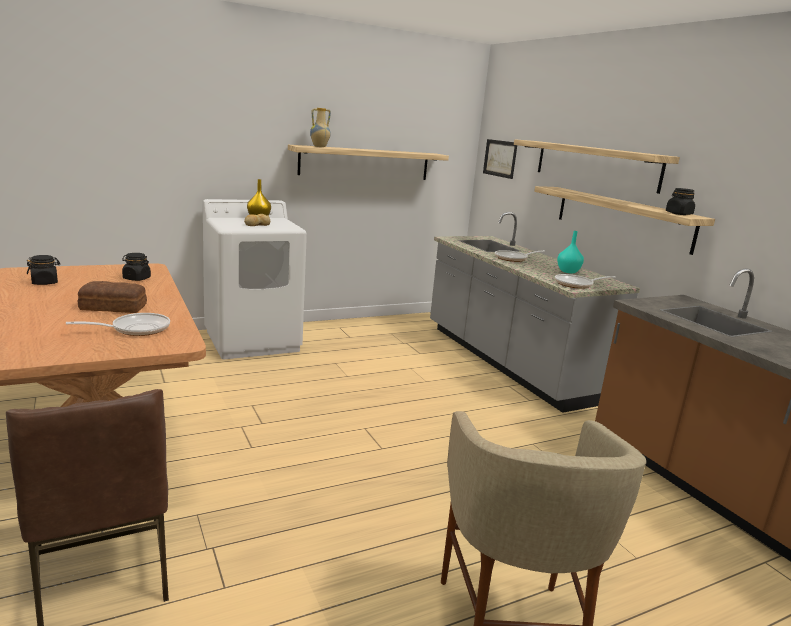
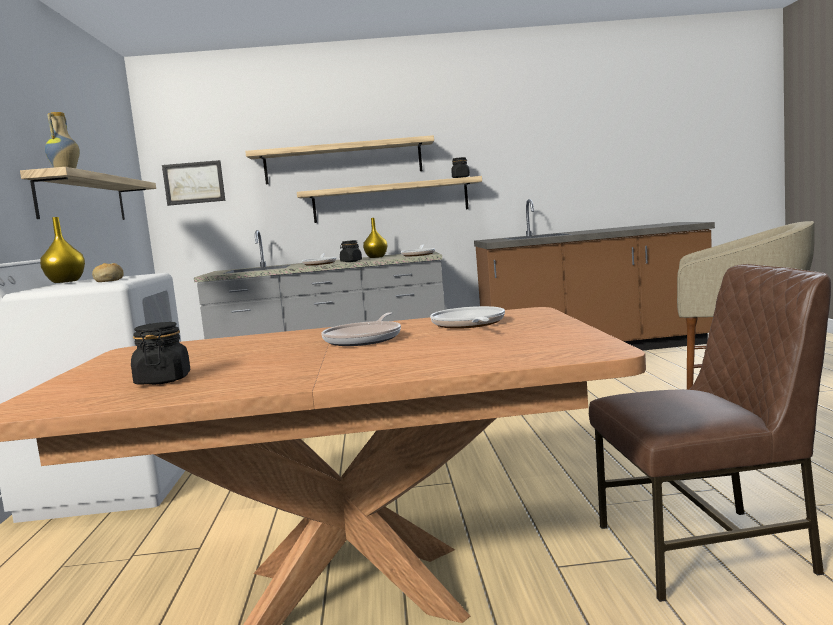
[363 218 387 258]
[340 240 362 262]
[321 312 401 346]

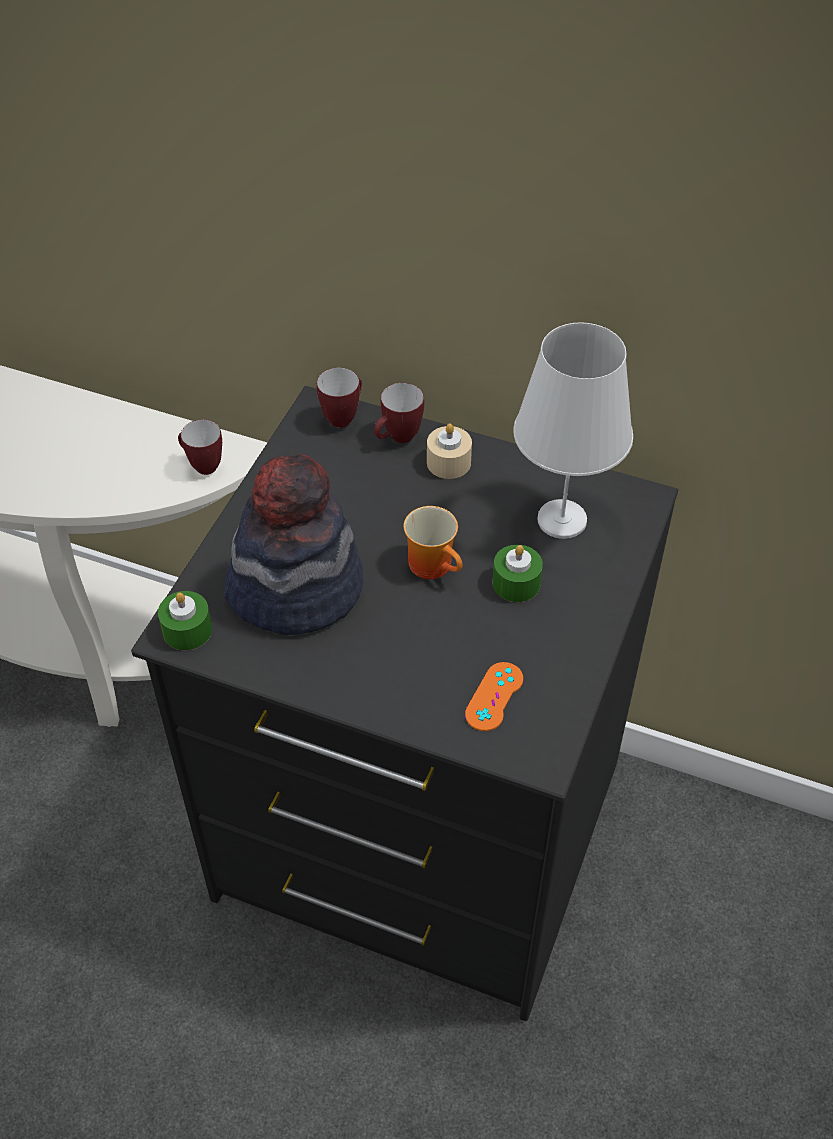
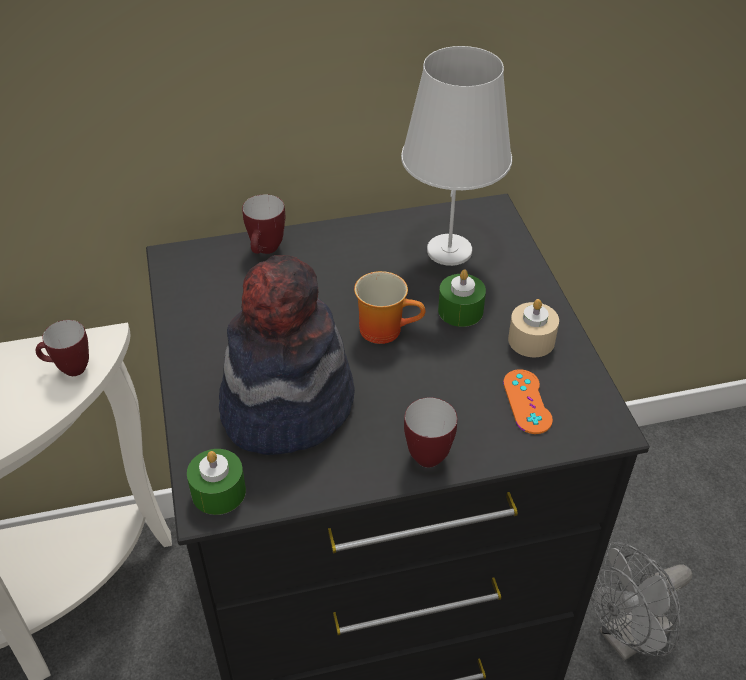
[404 397 457 468]
[508 299 559 357]
[591 542 692 661]

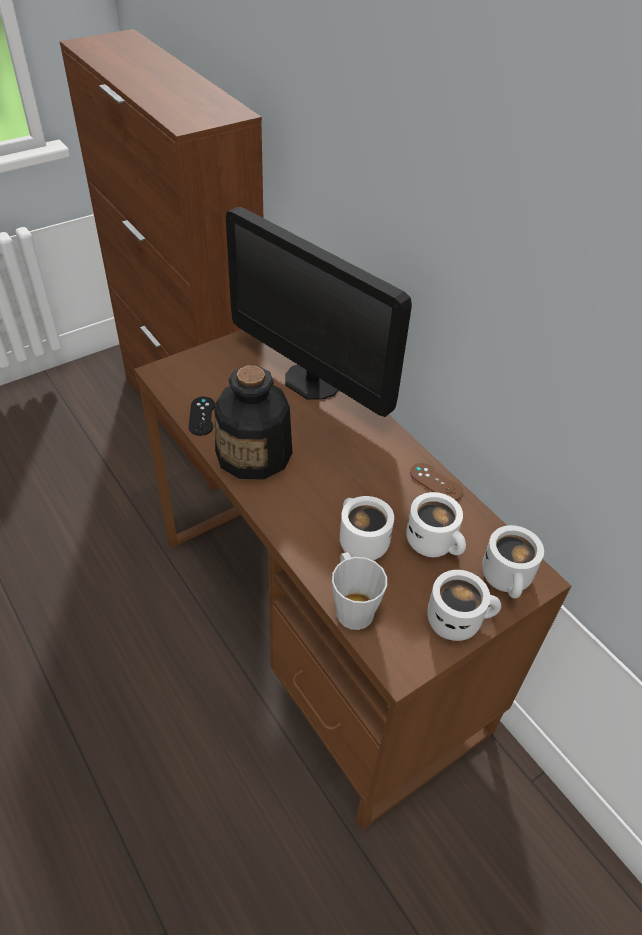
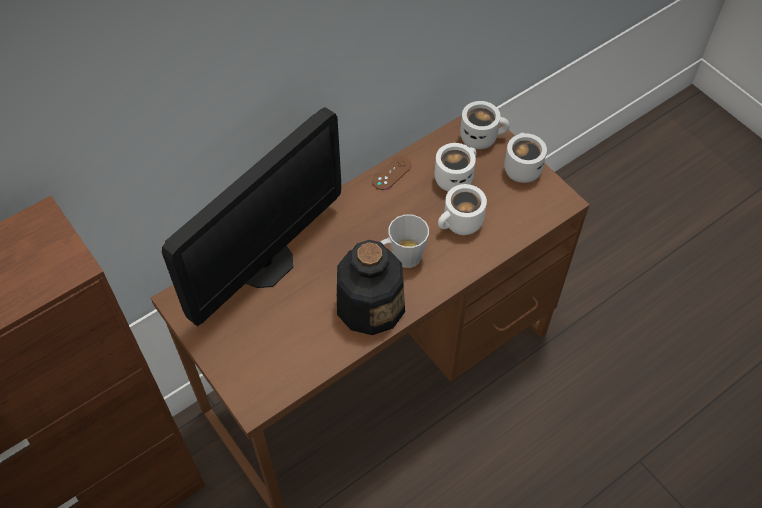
[189 397 215 436] (first image)
[380 214 429 268]

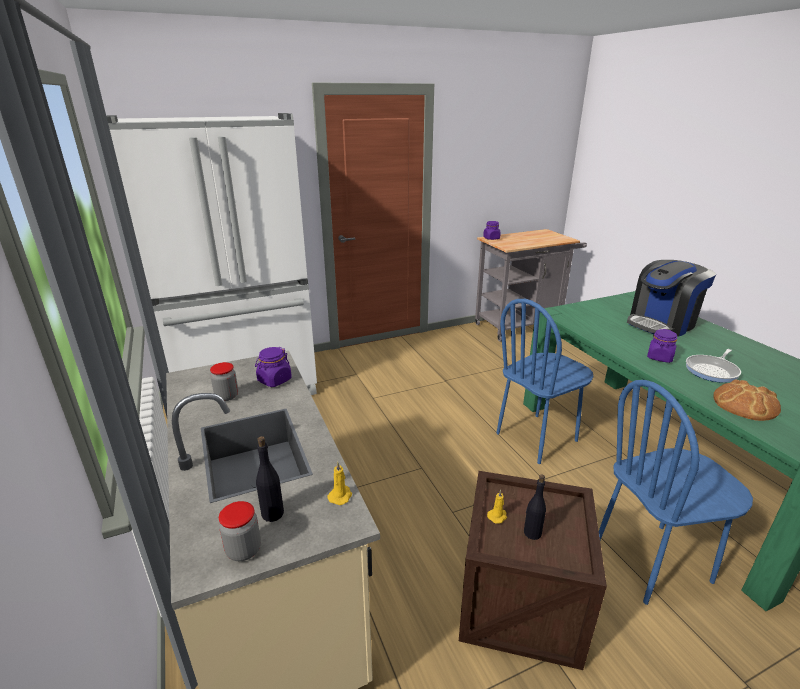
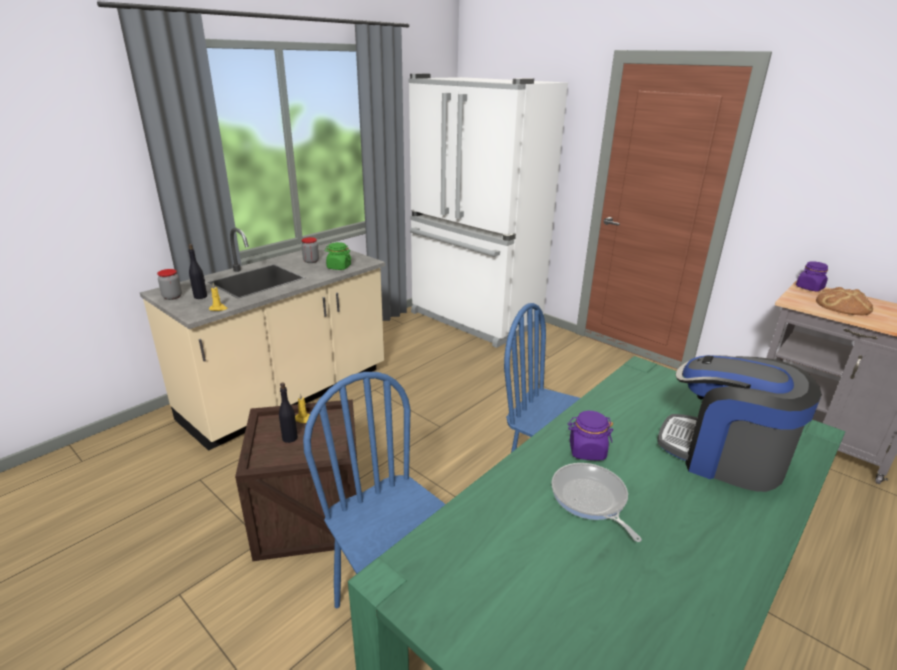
[324 242 351 270]
[551 463 642 542]
[816 287 873 315]

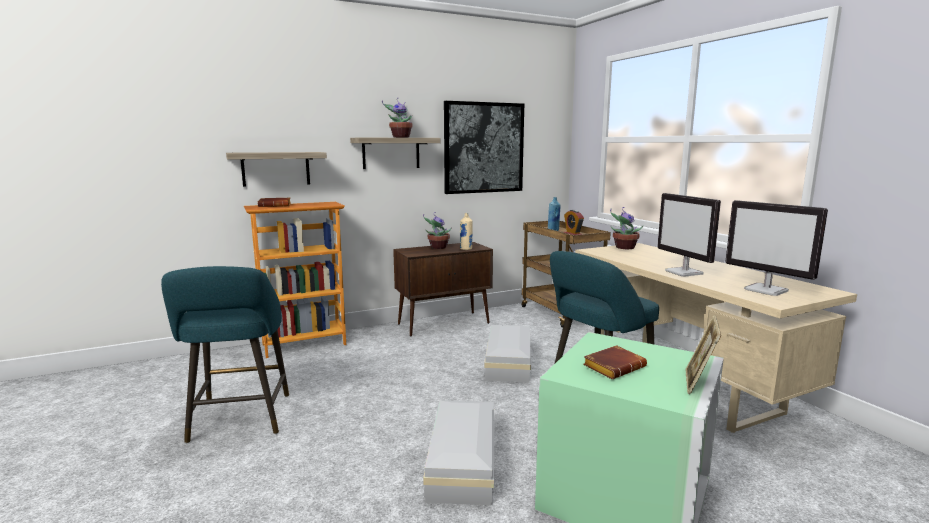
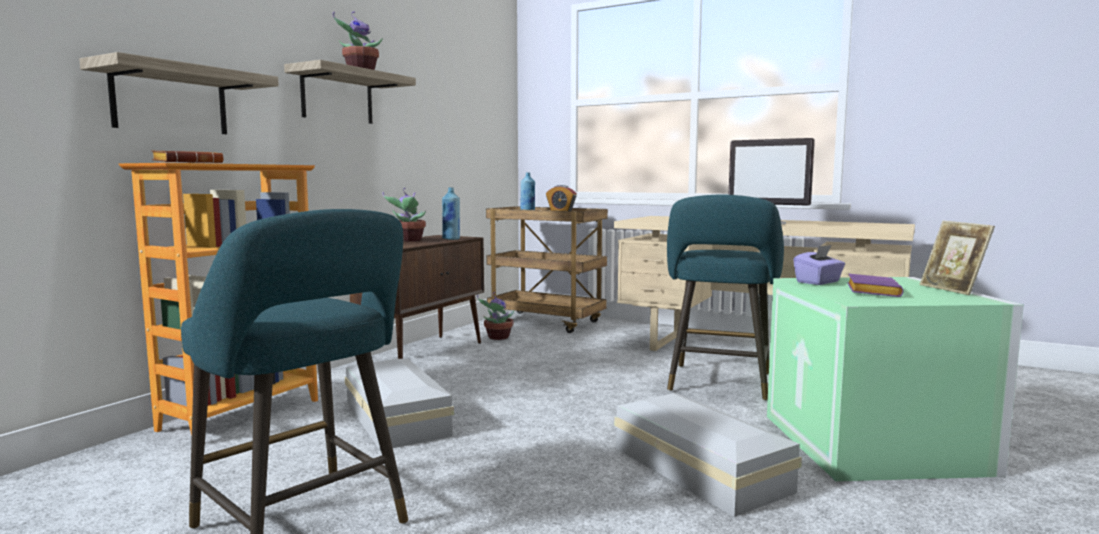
[444 101 524 194] (first image)
[725 200 828 296] (first image)
[477 292 514 340]
[442 187 460 240]
[345 359 454 451]
[847 274 903 297]
[793 245 845 285]

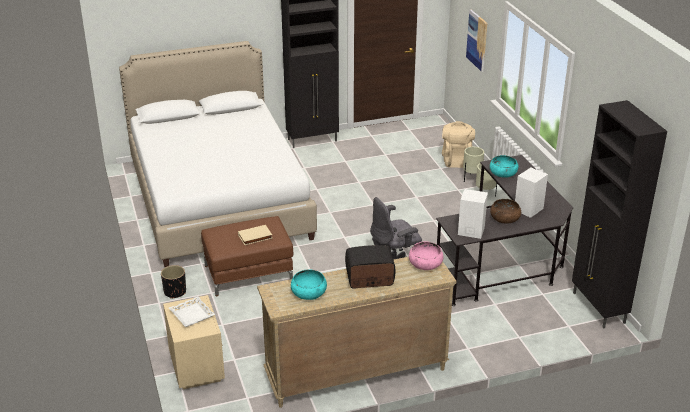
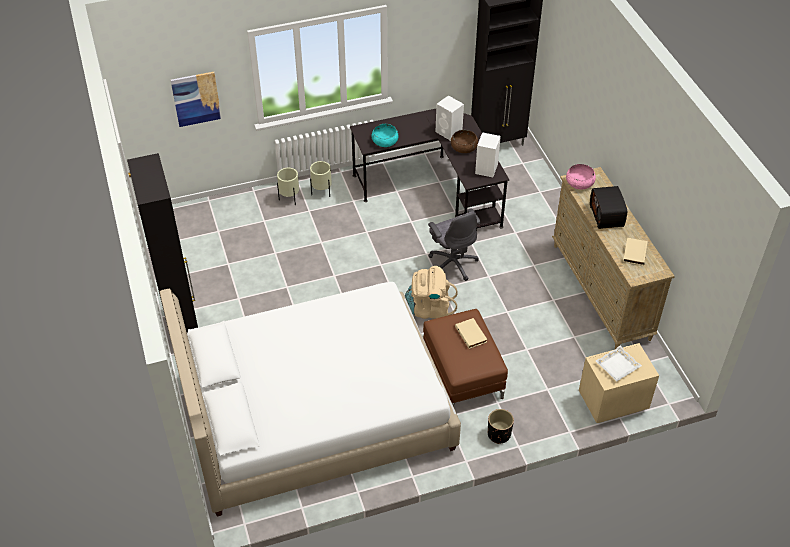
[405 266 458 319]
[623 238 648 266]

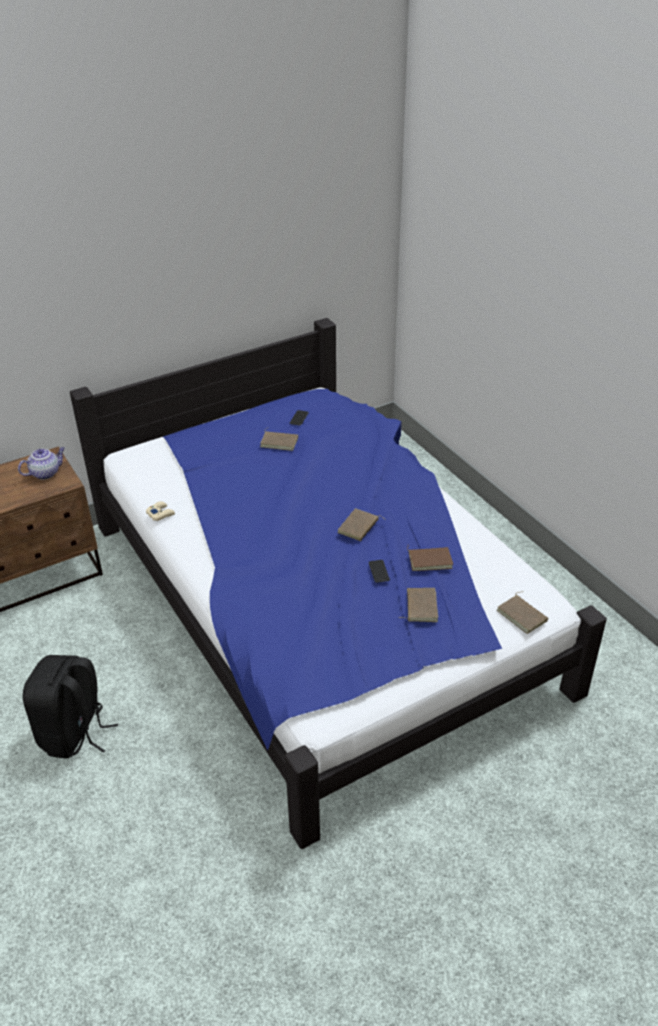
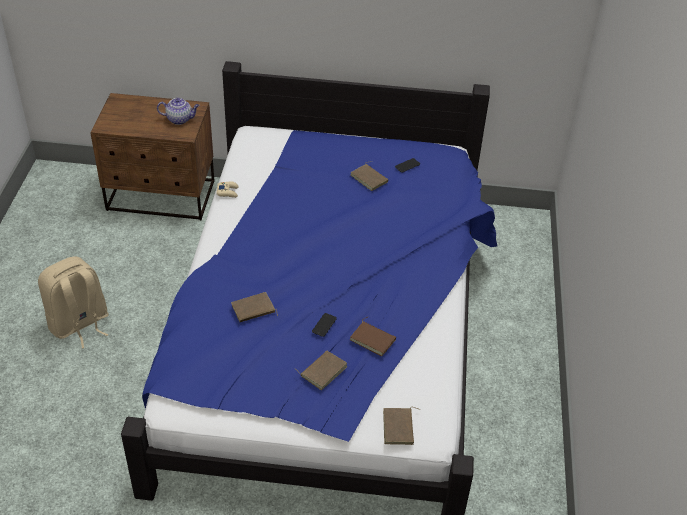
[231 292 278 322]
[38 256 109 349]

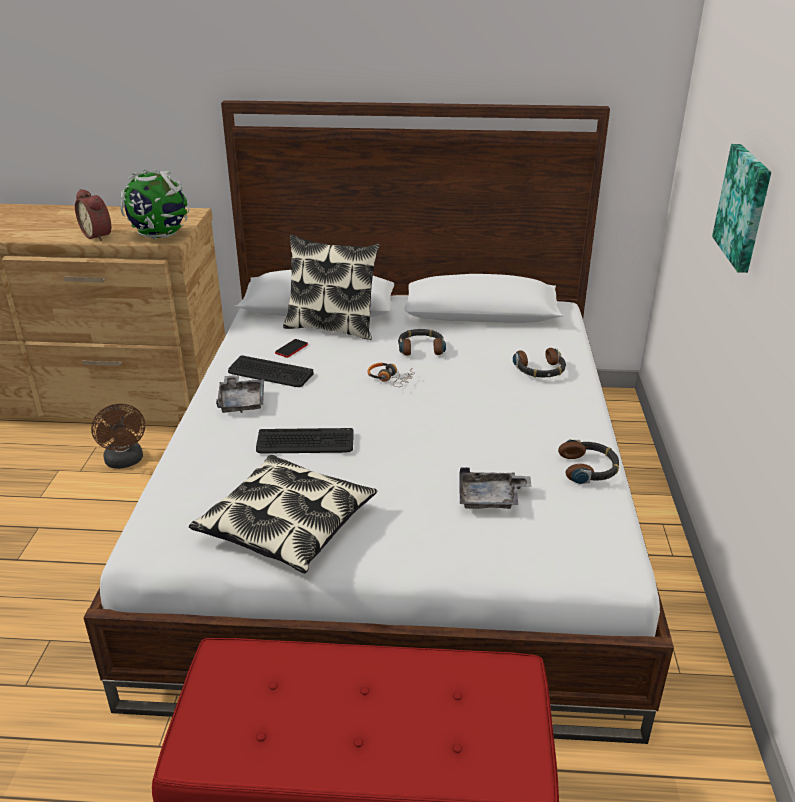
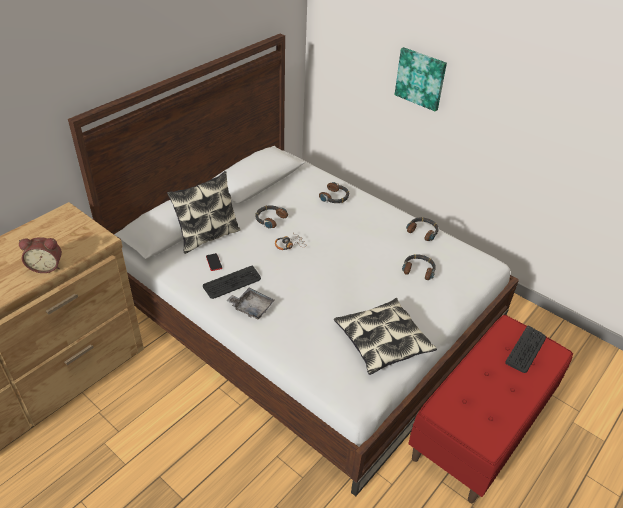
[120 169 190 239] (first image)
[91 404 145 469] (first image)
[505 326 546 373]
[402 254 436 280]

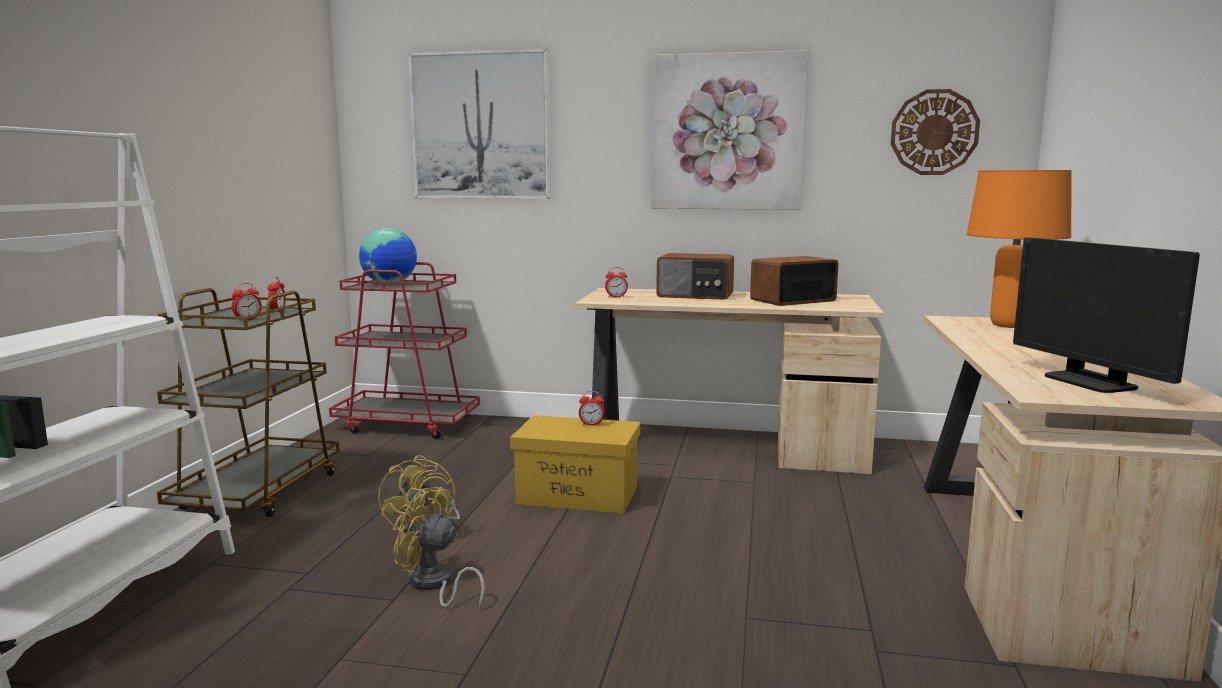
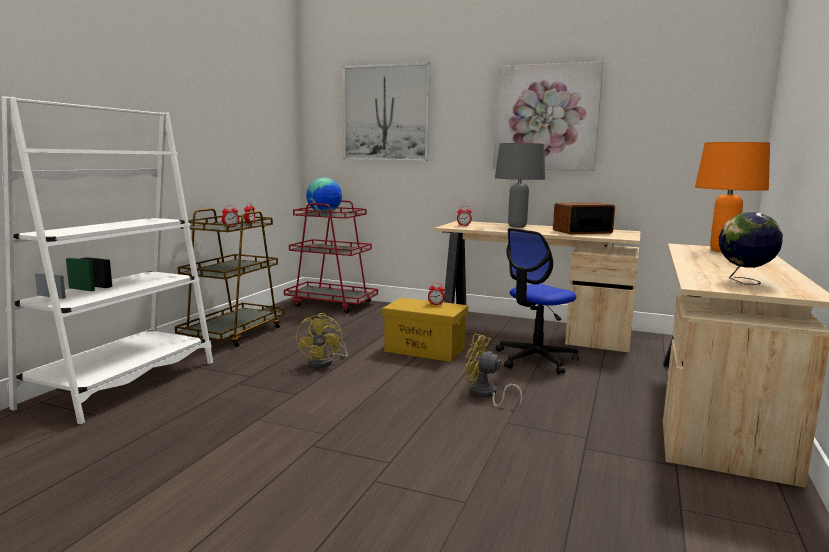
[891 89 980 175] (first image)
[719 212 783 285]
[495 143 545 228]
[464 334 523 410]
[496 228 579 374]

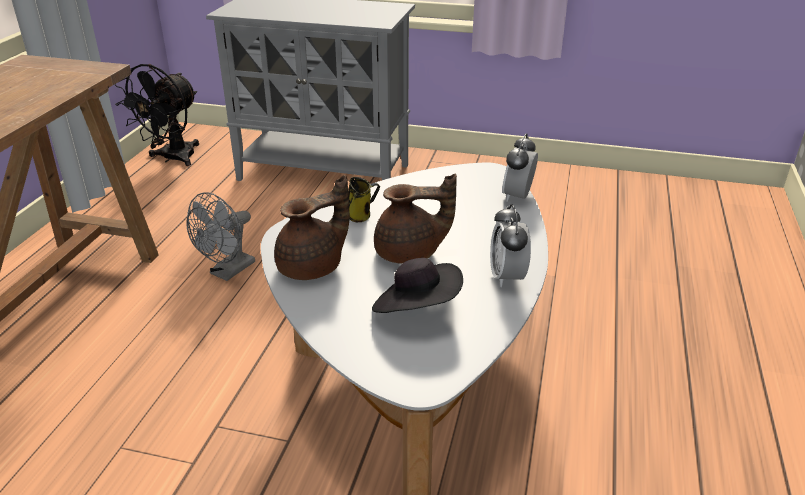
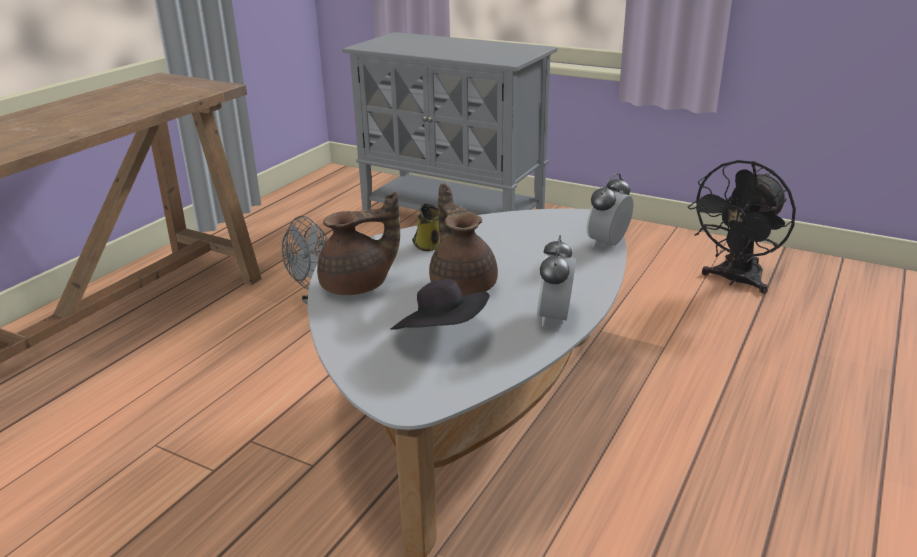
[688 160 796 294]
[429 183 498 296]

